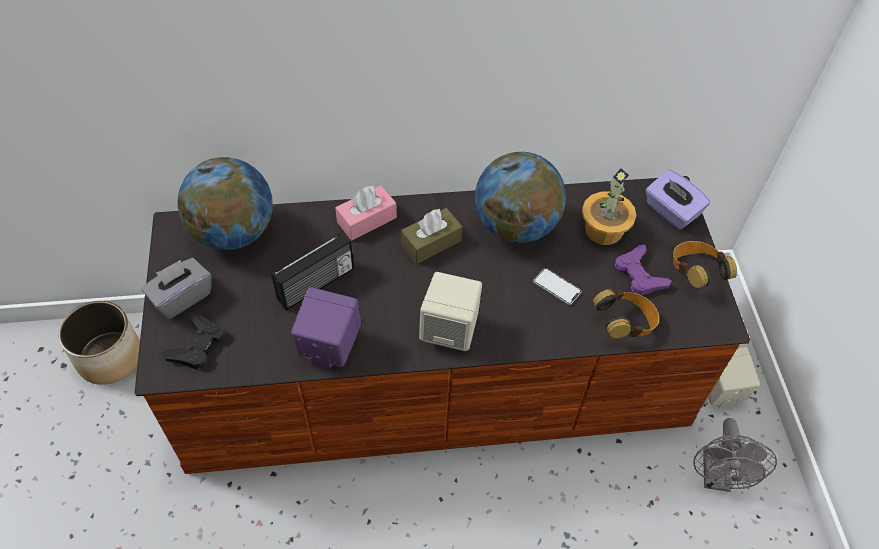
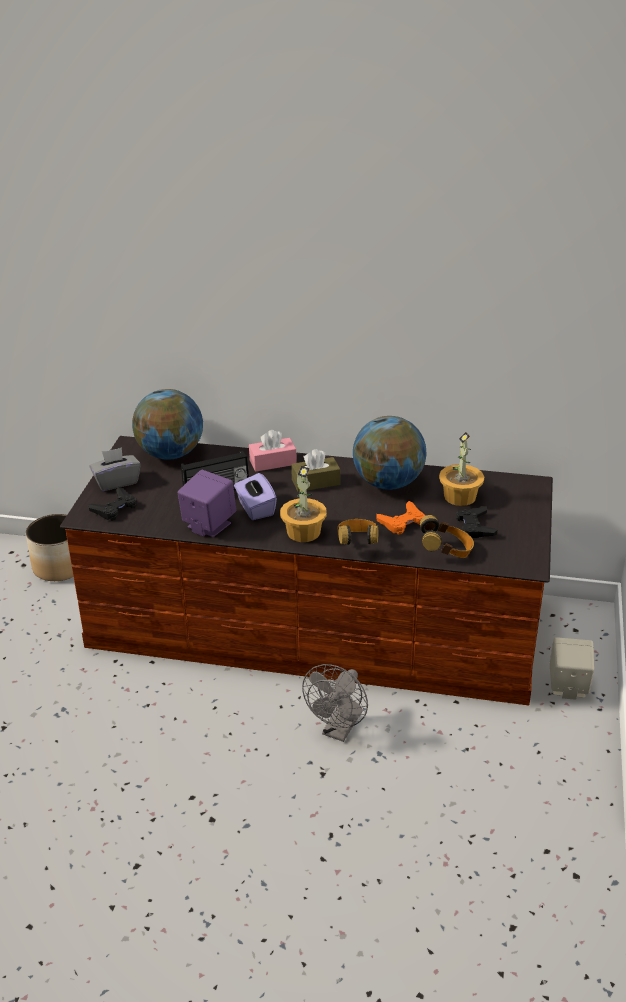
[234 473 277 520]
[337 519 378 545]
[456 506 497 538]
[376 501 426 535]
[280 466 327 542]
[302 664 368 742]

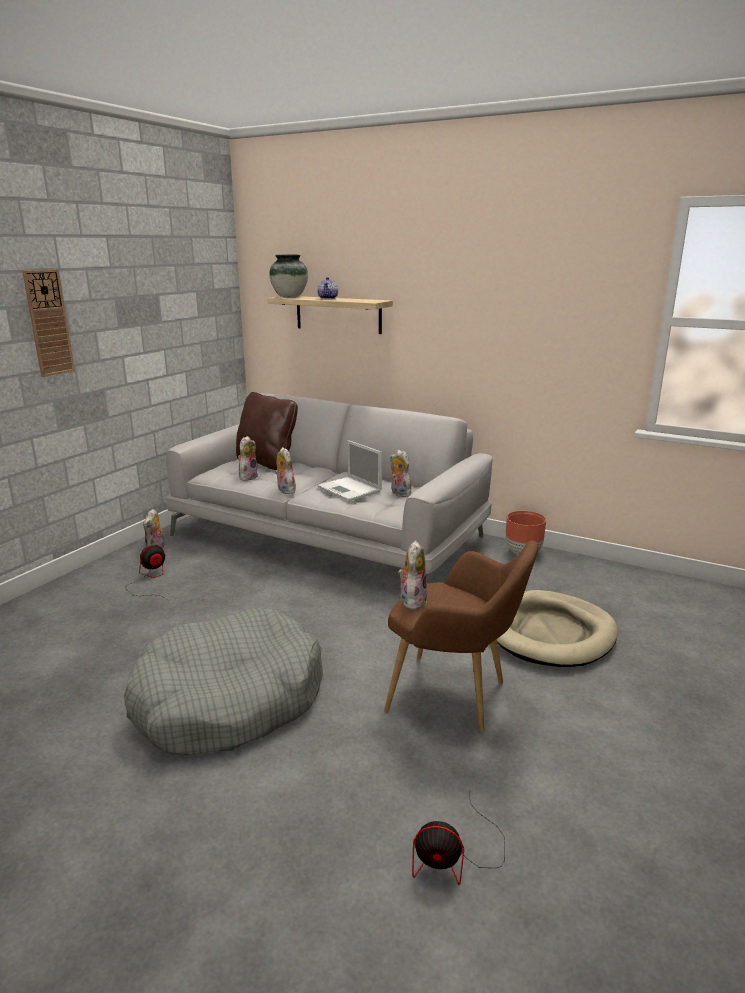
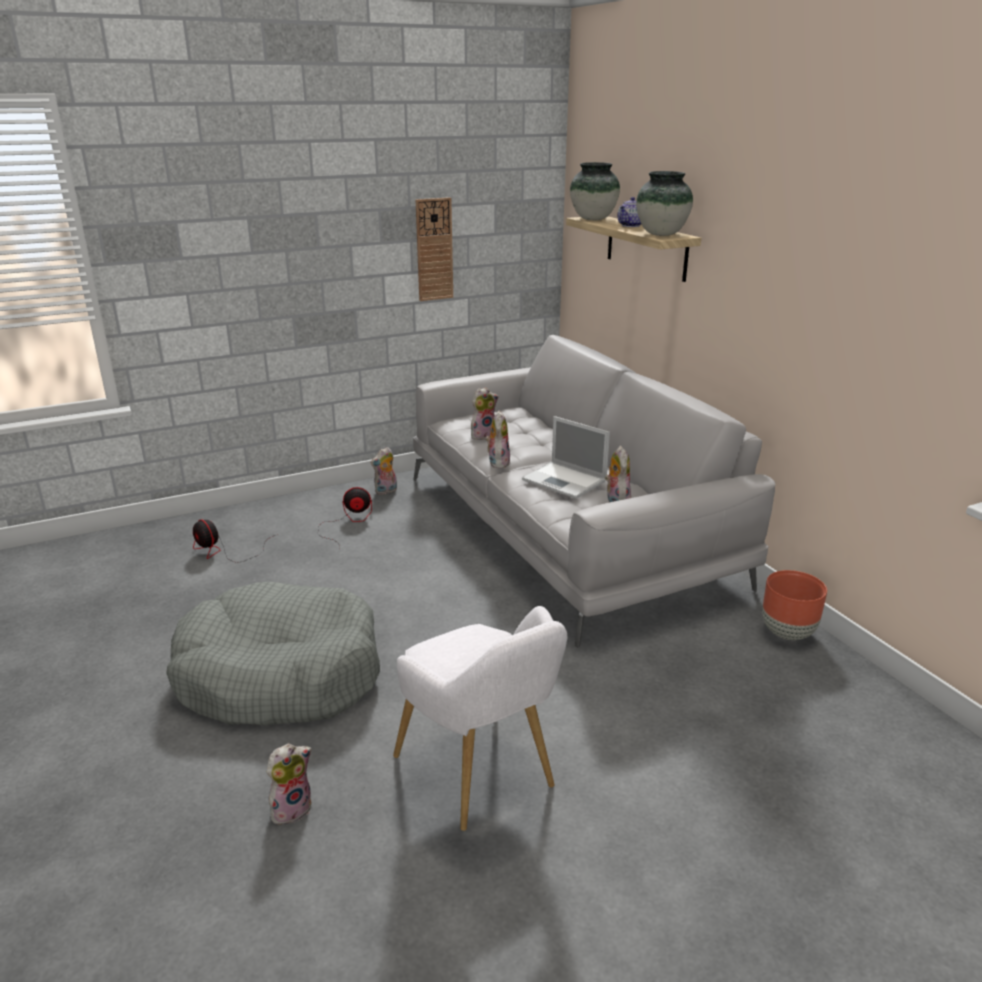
[415 197 453 301]
[236 392 298 471] (first image)
[522 416 610 499]
[393 606 567 831]
[267 744 312 824]
[497 590 618 667] (first image)
[193 519 278 563]
[636 171 693 236]

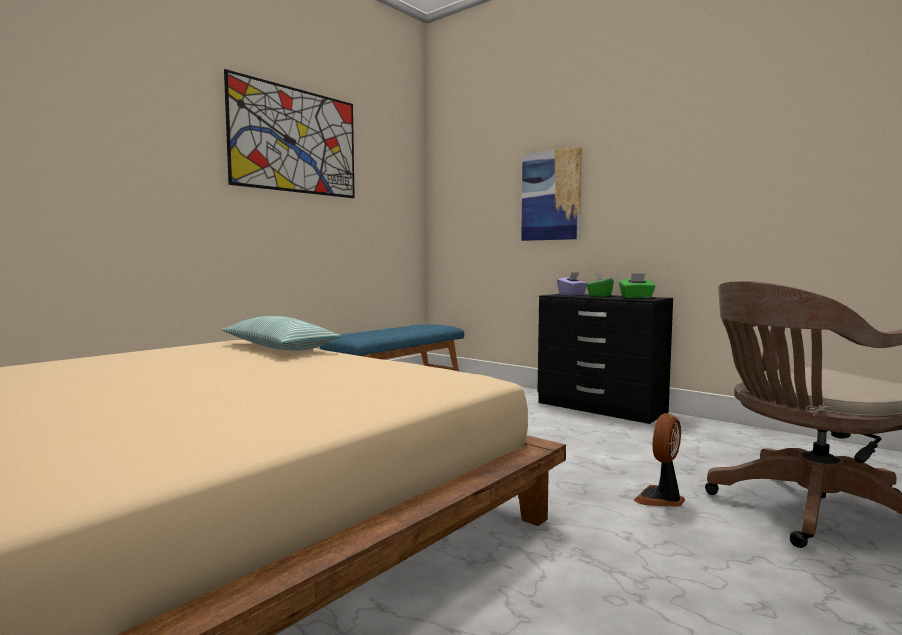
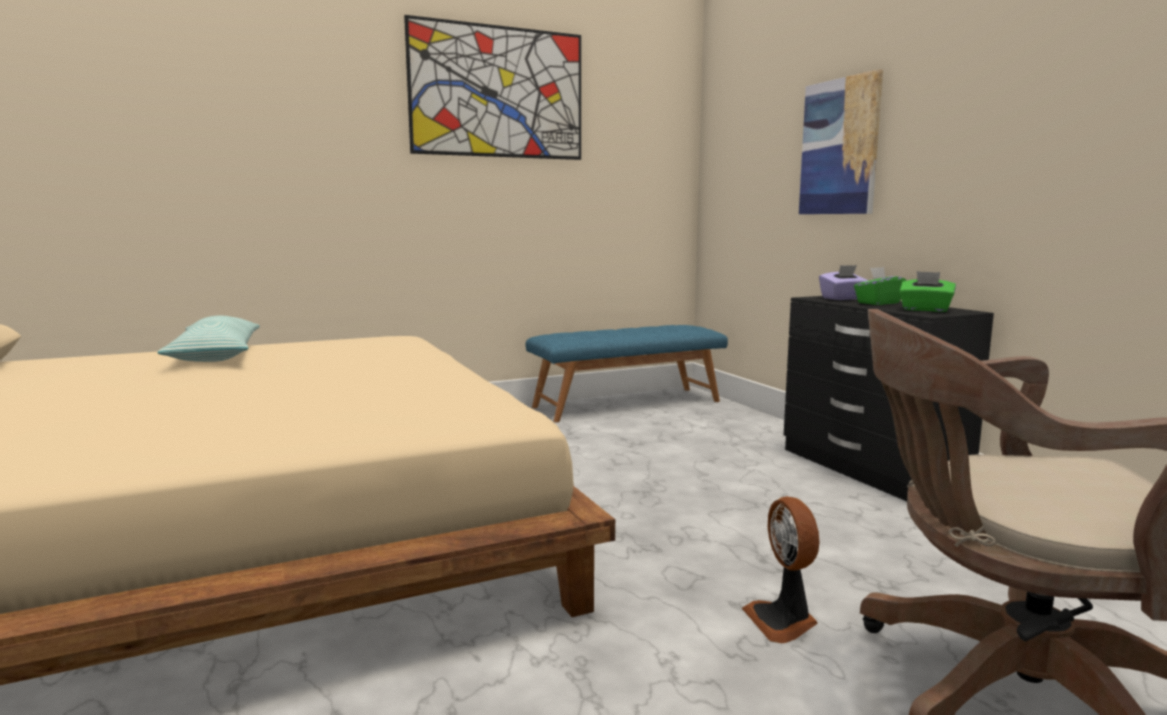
[157 316 260 362]
[742 496 819 643]

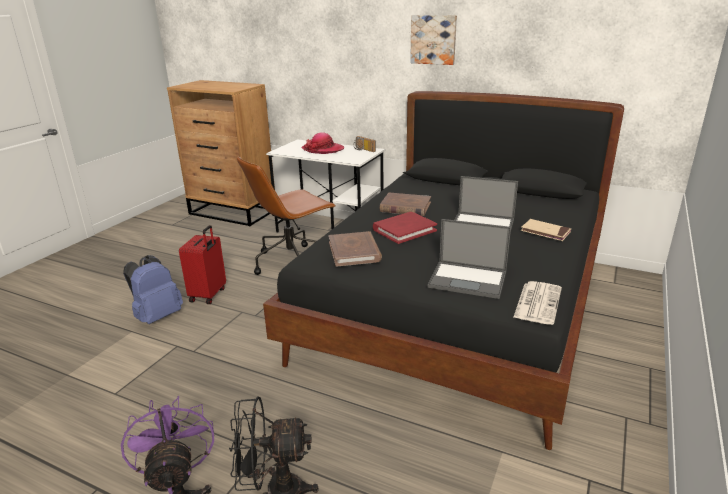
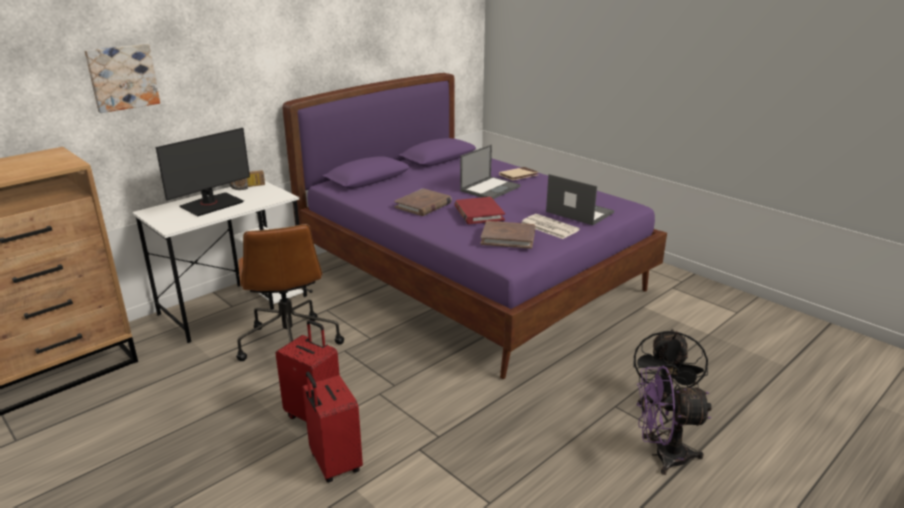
[84 44 160 113]
[282 73 667 379]
[156 128 250 216]
[546 174 614 225]
[302 372 363 482]
[522 214 580 239]

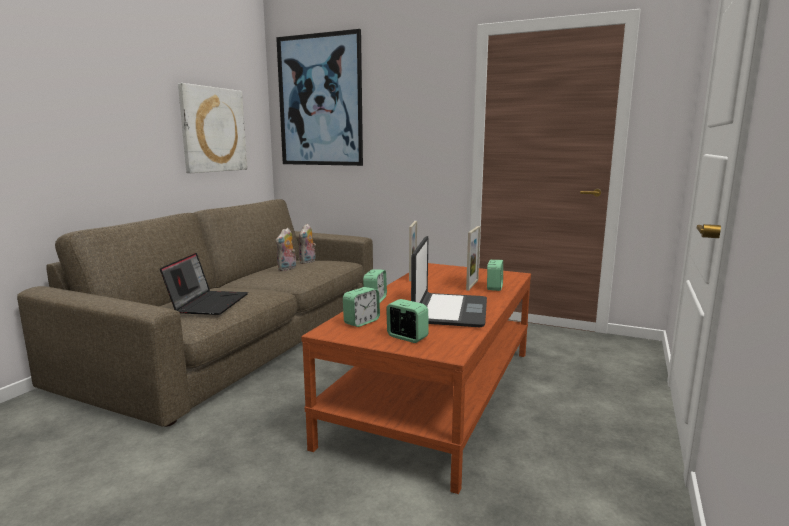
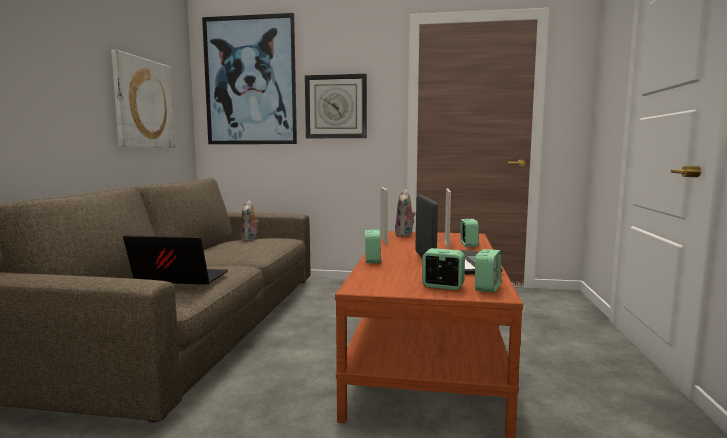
[395 189 416 237]
[123 235 228 285]
[475 249 501 293]
[305 74 367 138]

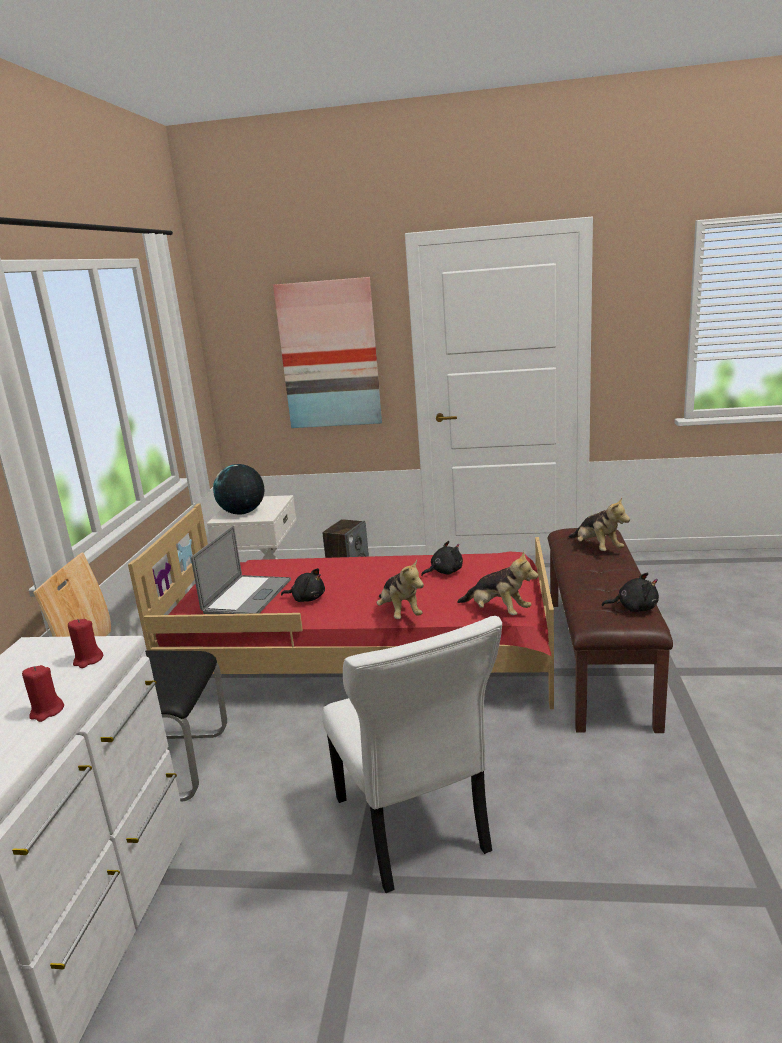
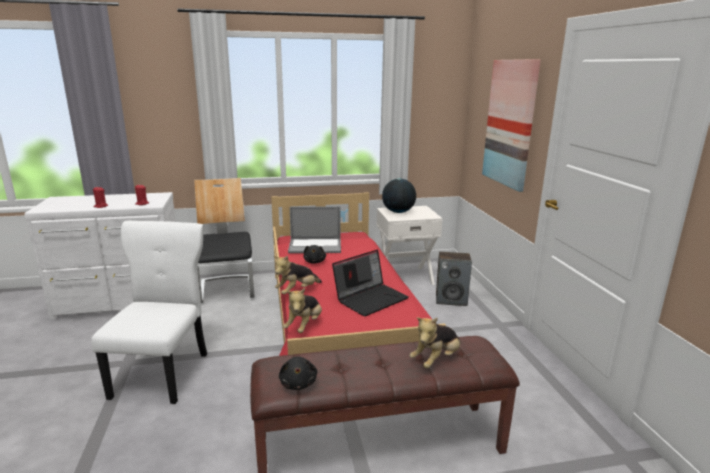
[332 249 408 316]
[91 221 207 404]

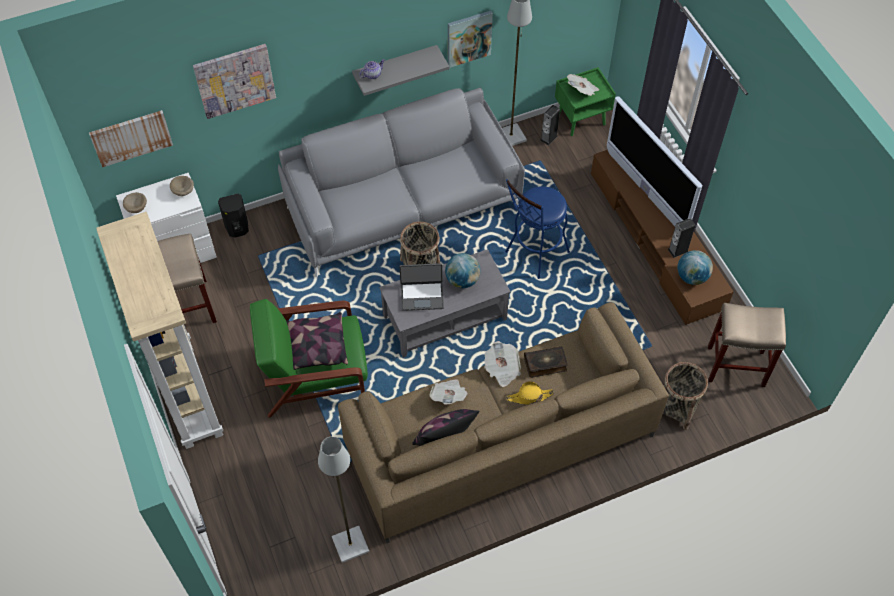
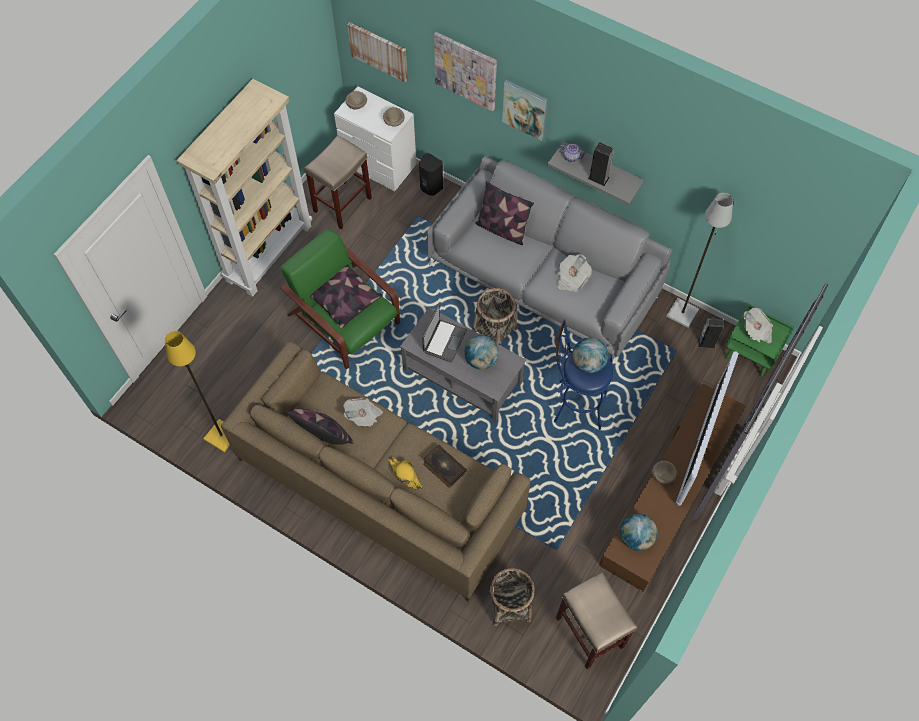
[502 80 548 141]
[588 142 614 186]
[422 304 467 363]
[557 255 592 292]
[165 331 230 452]
[475 181 534 245]
[572 337 608 373]
[652 461 677 484]

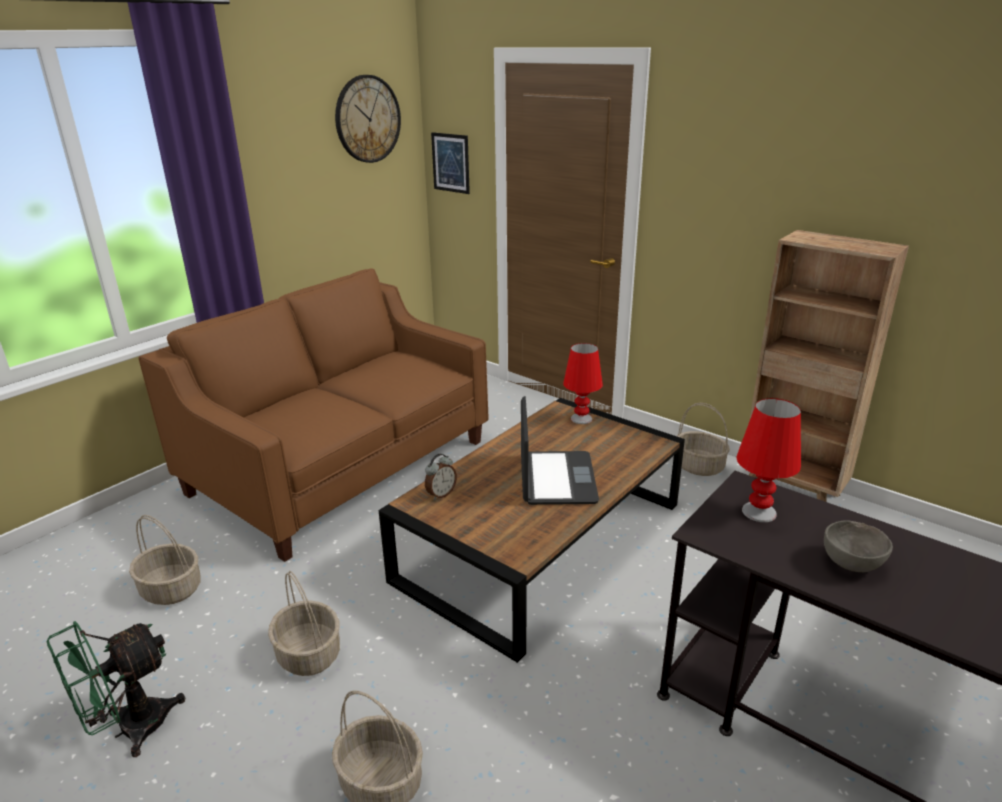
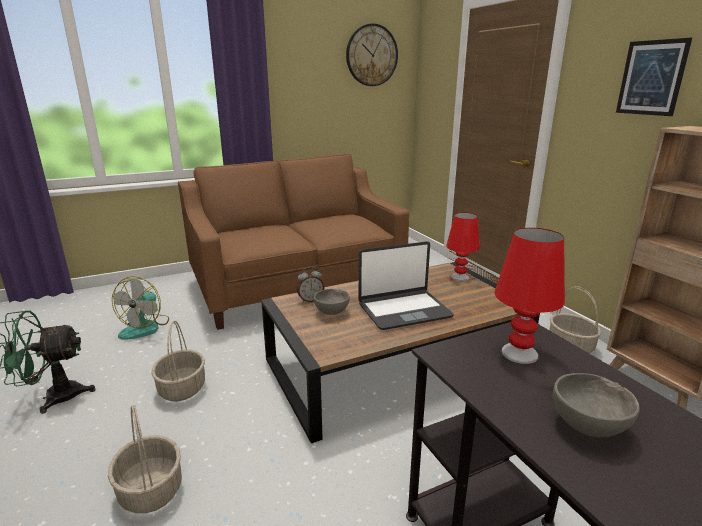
[616 38 692 116]
[359 241 454 330]
[112 276 169 340]
[314 289 350 315]

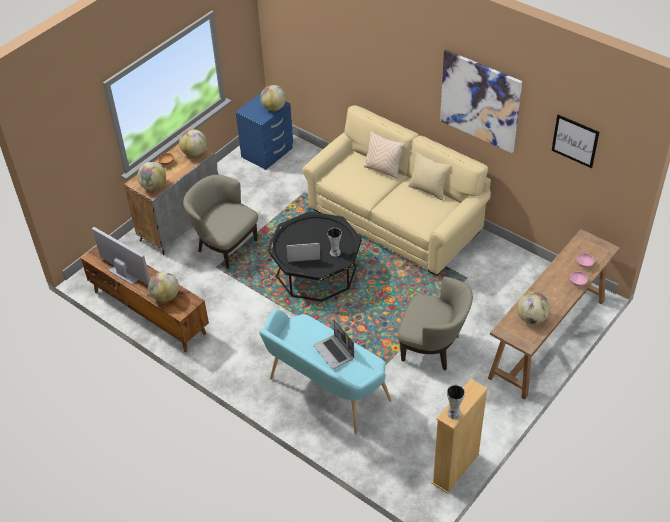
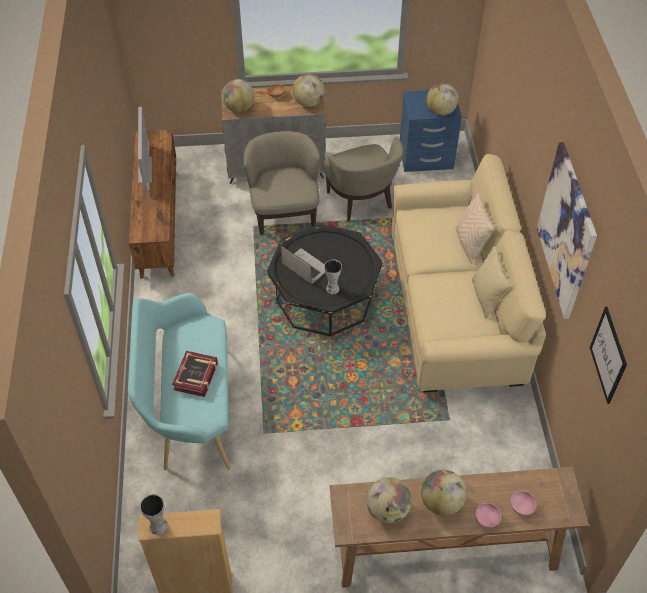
[421 469 466 515]
[323 137 404 221]
[172 351 218 397]

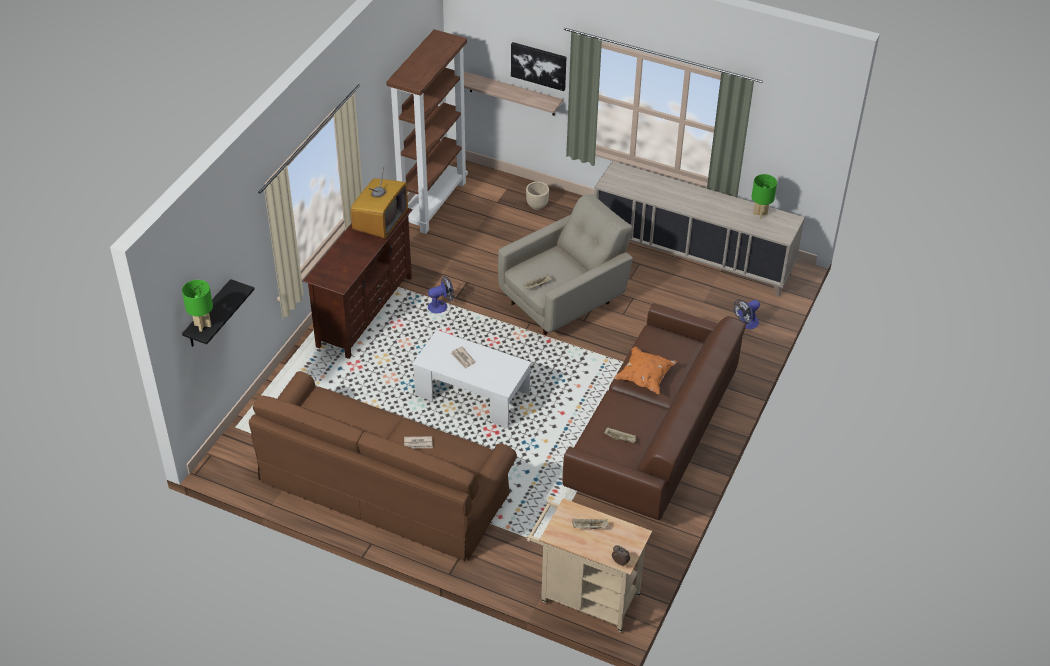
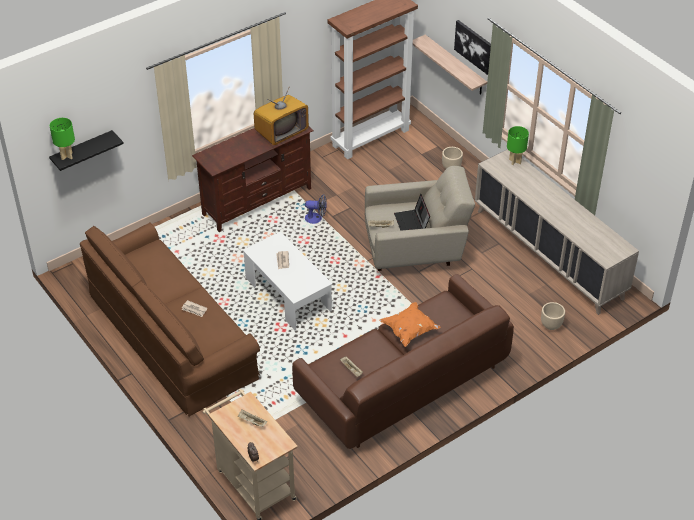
[507 126 529 165]
[541 302 565 330]
[394 194 430 231]

